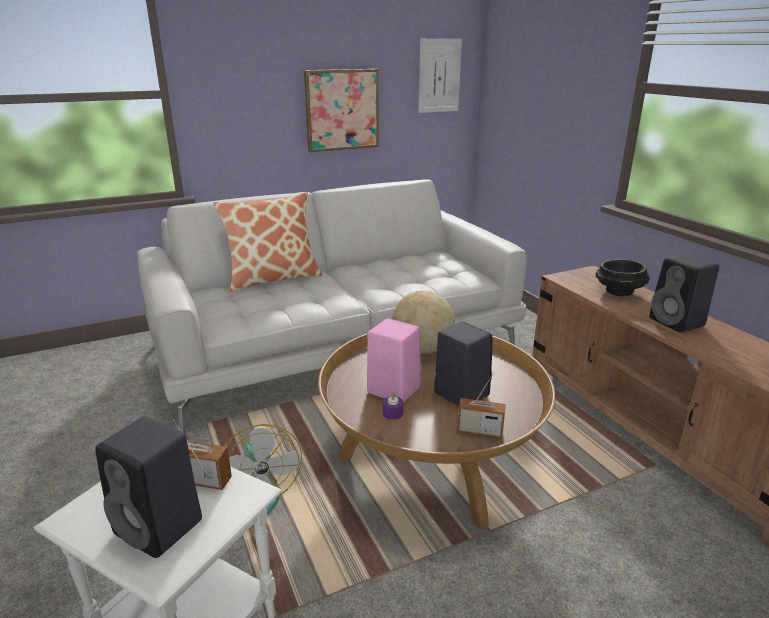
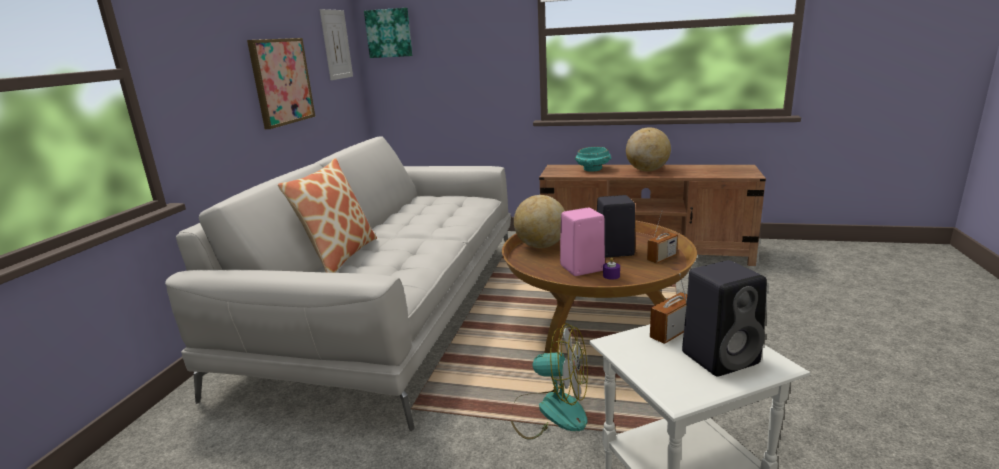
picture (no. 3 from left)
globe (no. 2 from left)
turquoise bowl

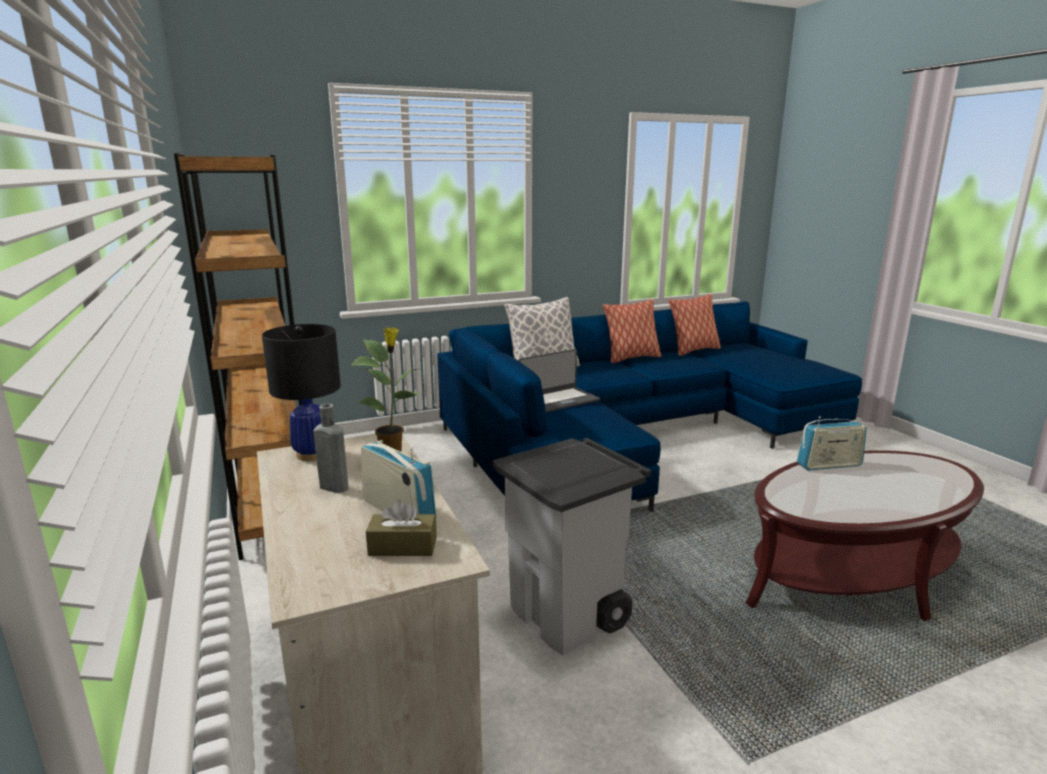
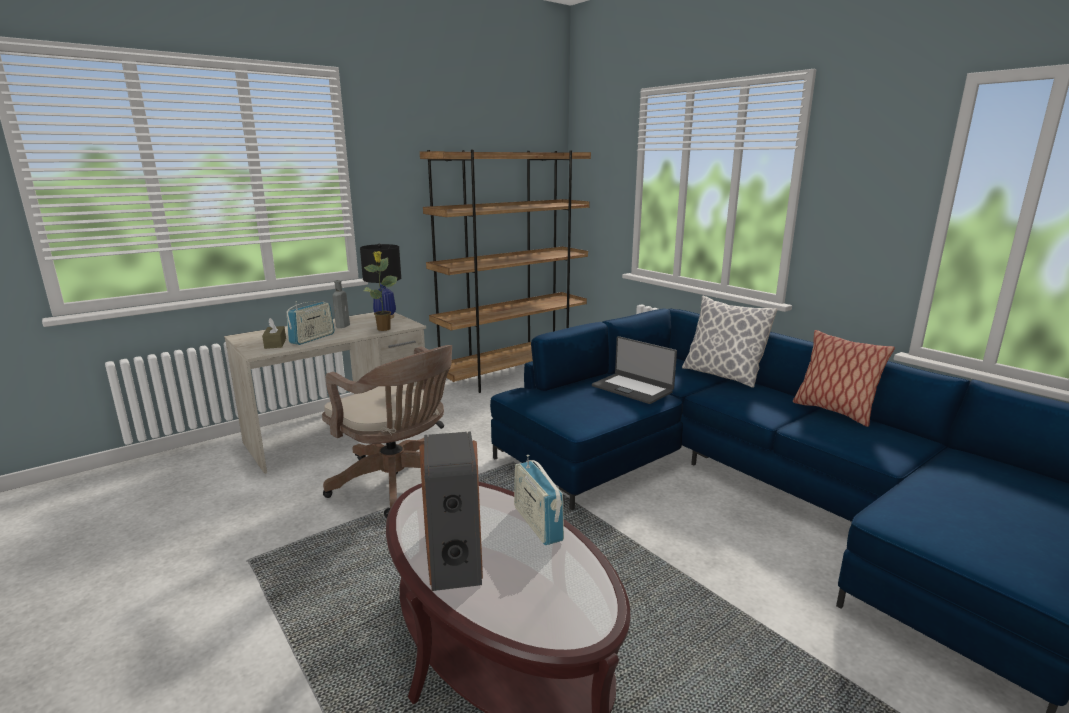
pillow (no. 3 from left in the first image)
speaker
brown office chair

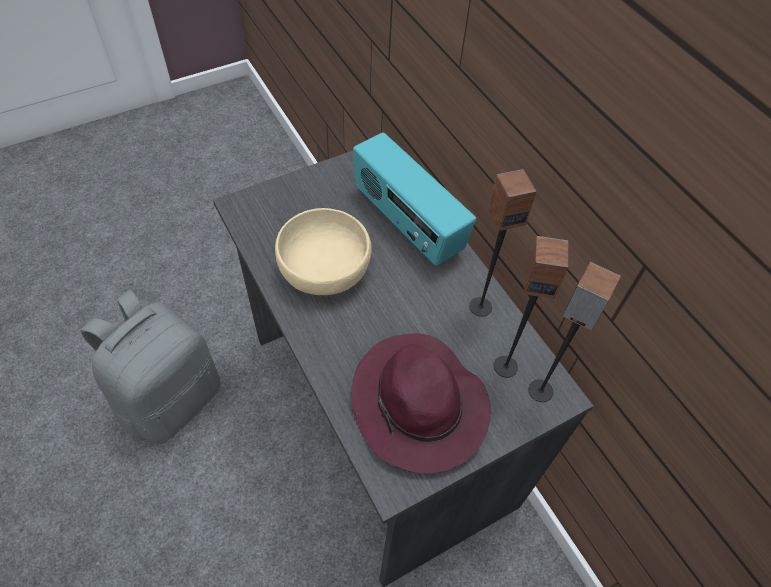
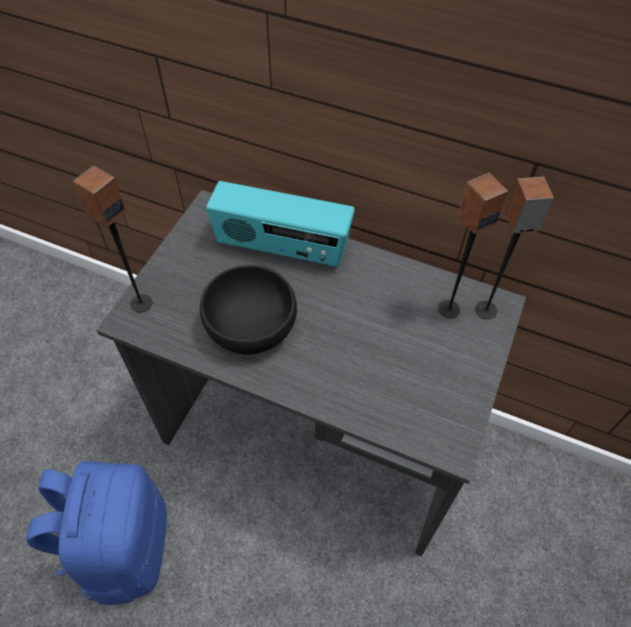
purple hat
speaker (no. 1 from left)
blue backpack
black bowl

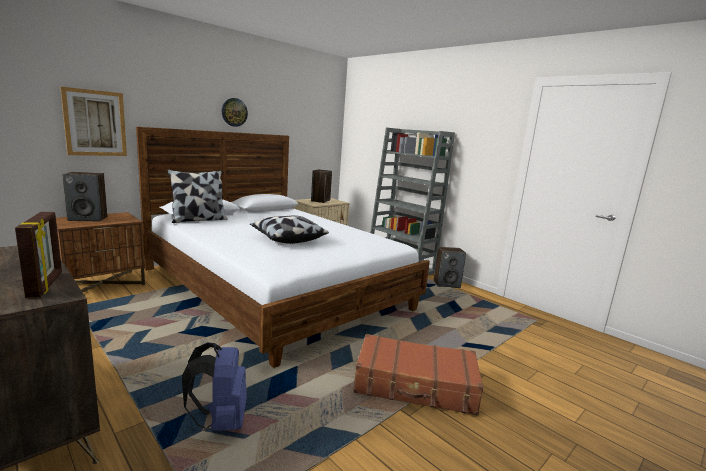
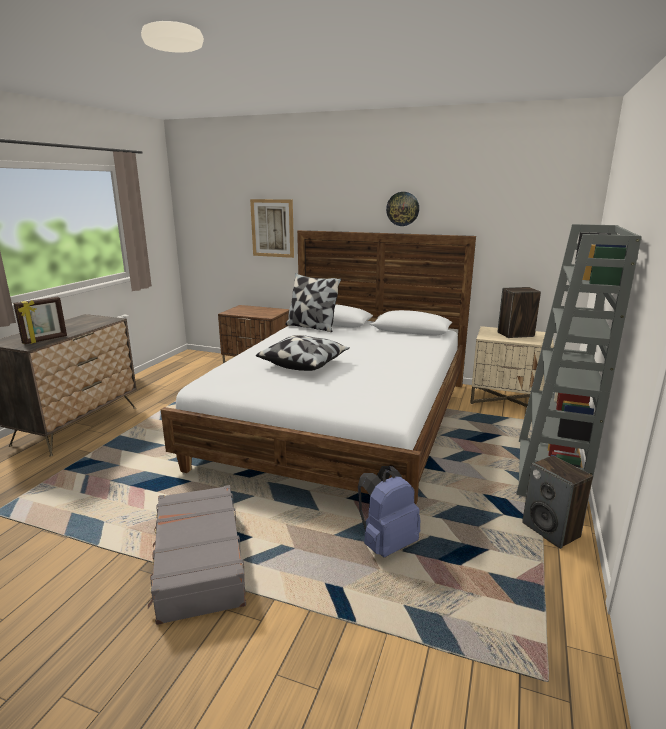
speaker (no. 1 from left in the first image)
blue backpack
grey suitcase

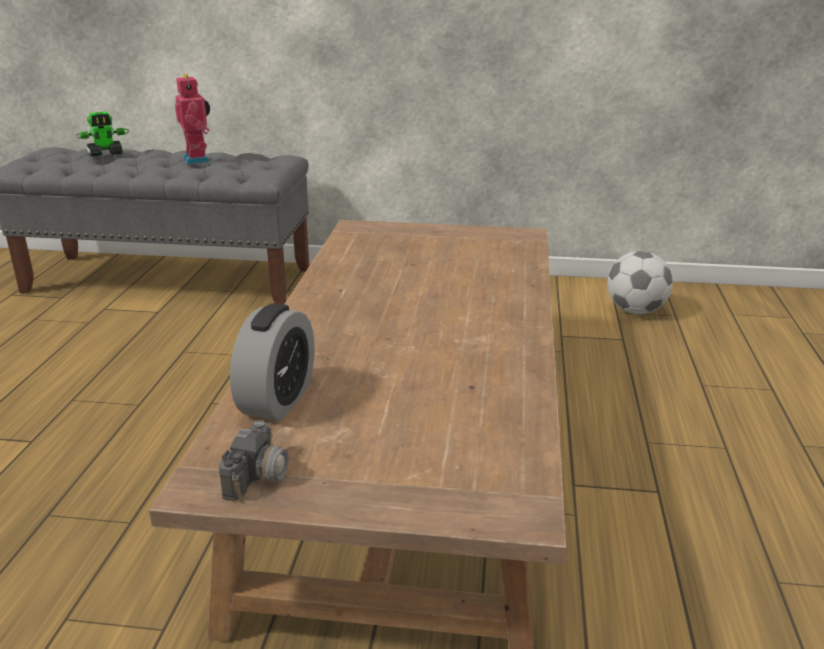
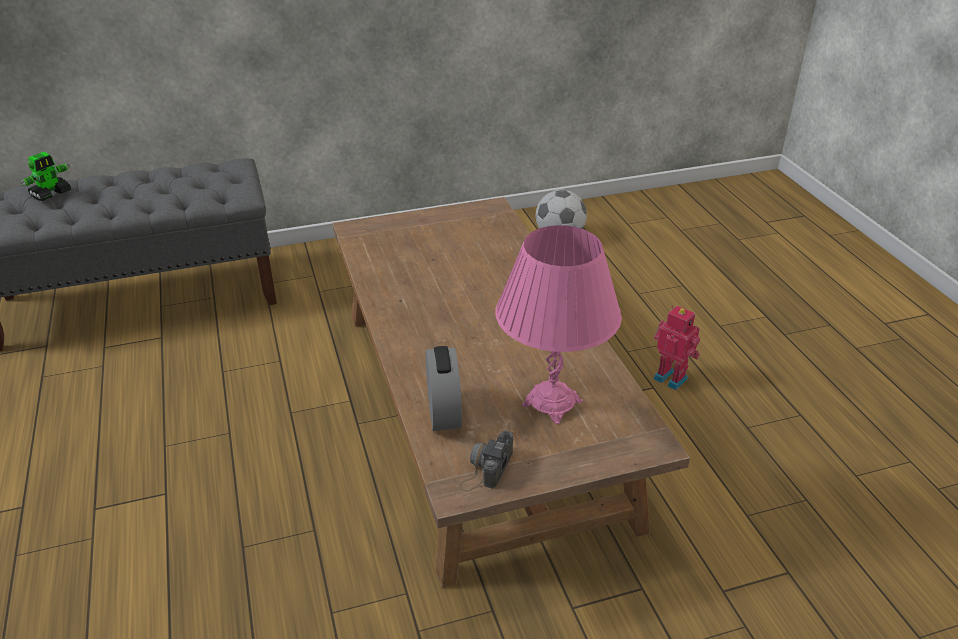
pink table lamp
toy robot (no. 2 from left)
photo camera

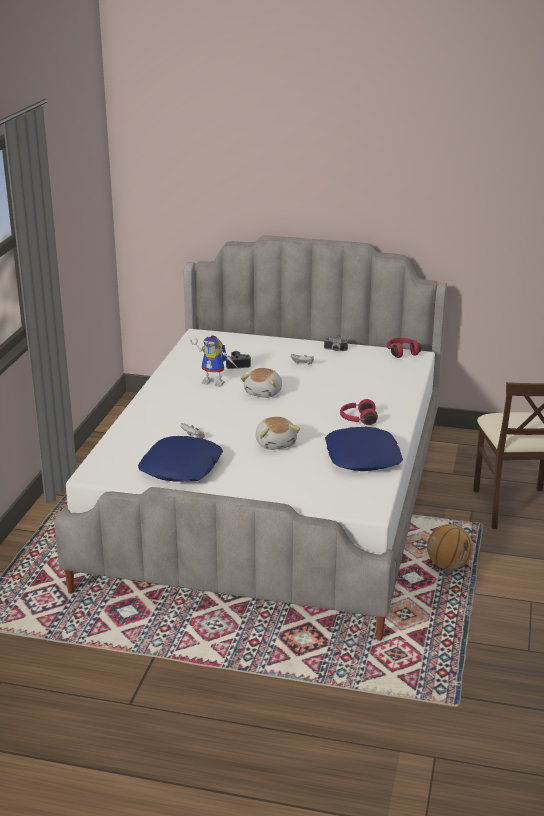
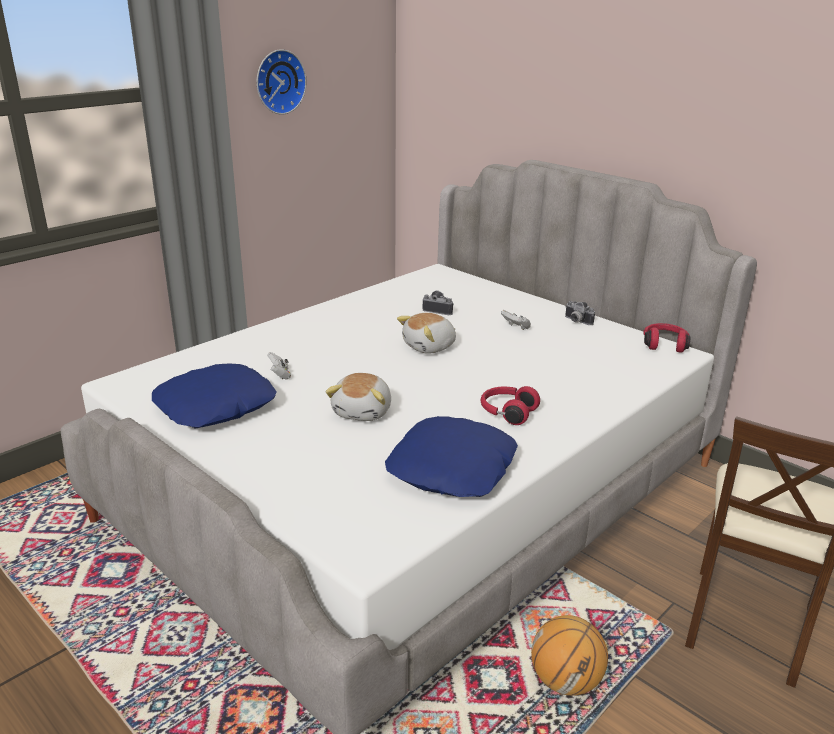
toy robot
wall clock

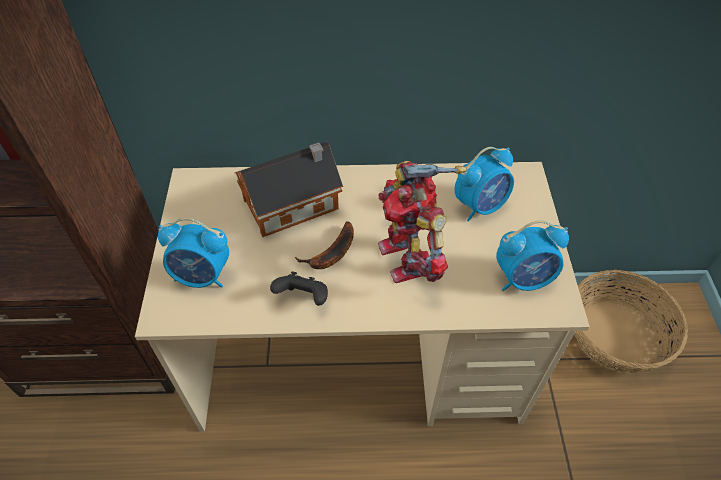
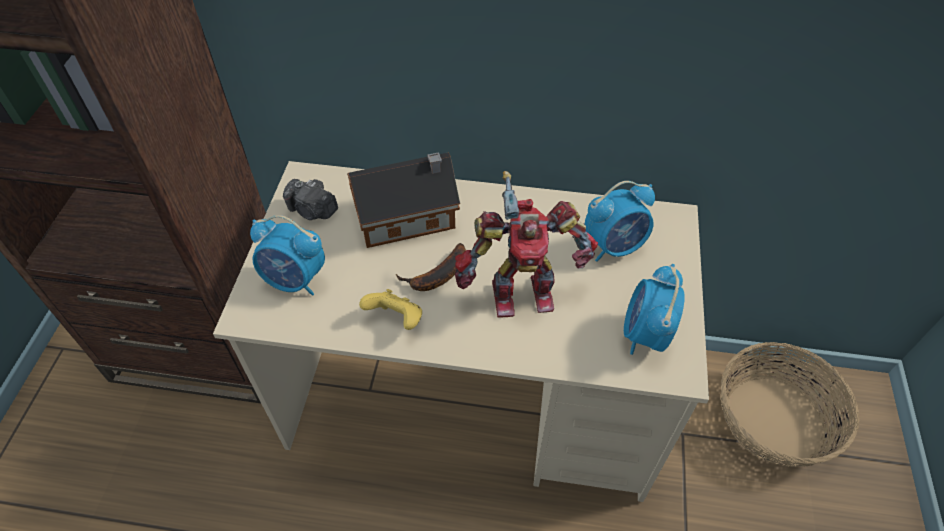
photo camera
yellow game controller
toy robot
alarm clock (no. 3 from left)

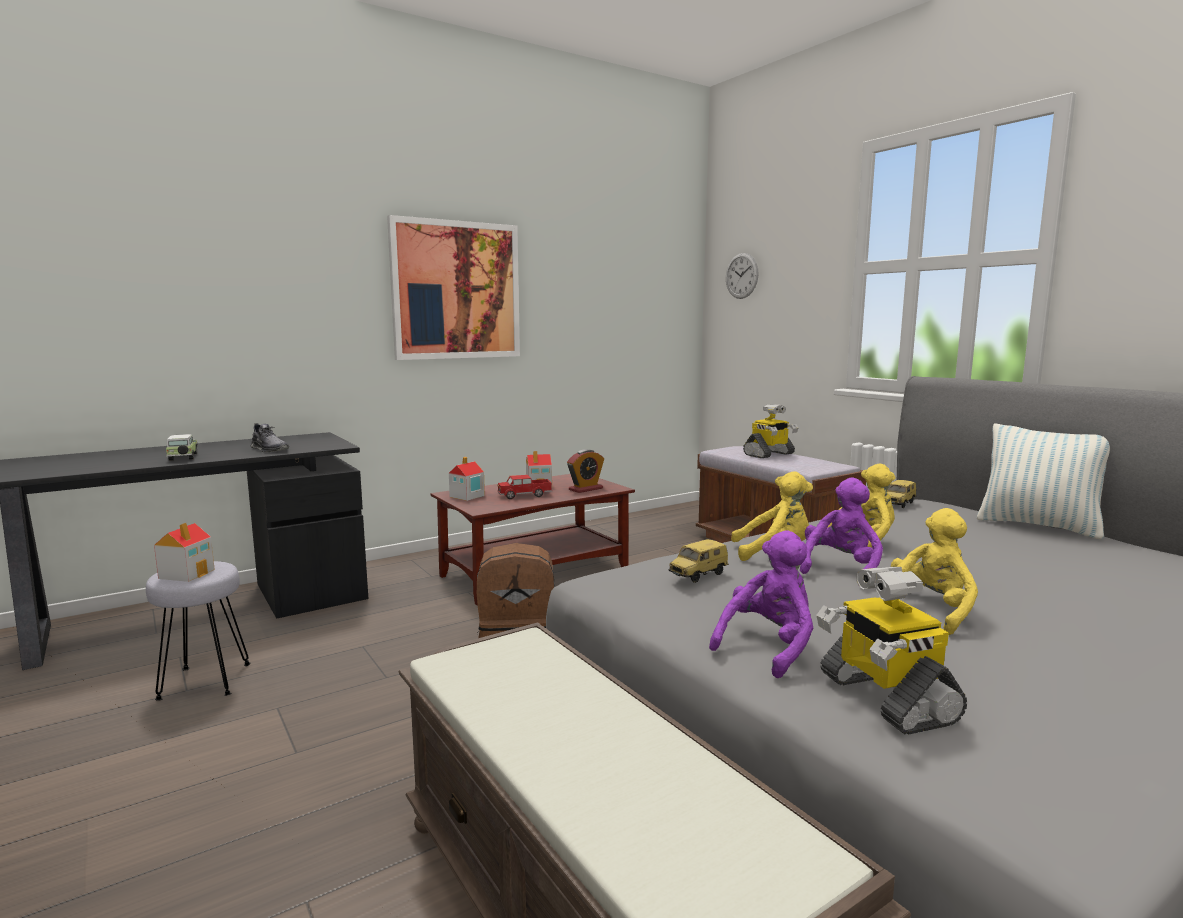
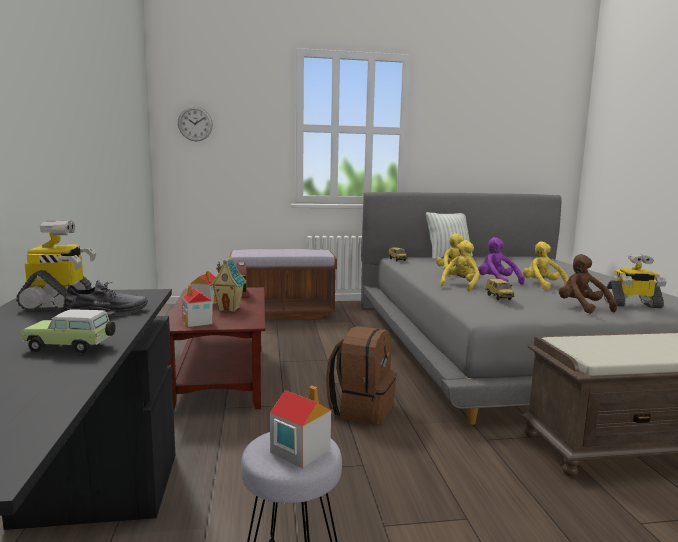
picture
toy robot (no. 1 from left)
toy house (no. 3 from left)
brown plush toy

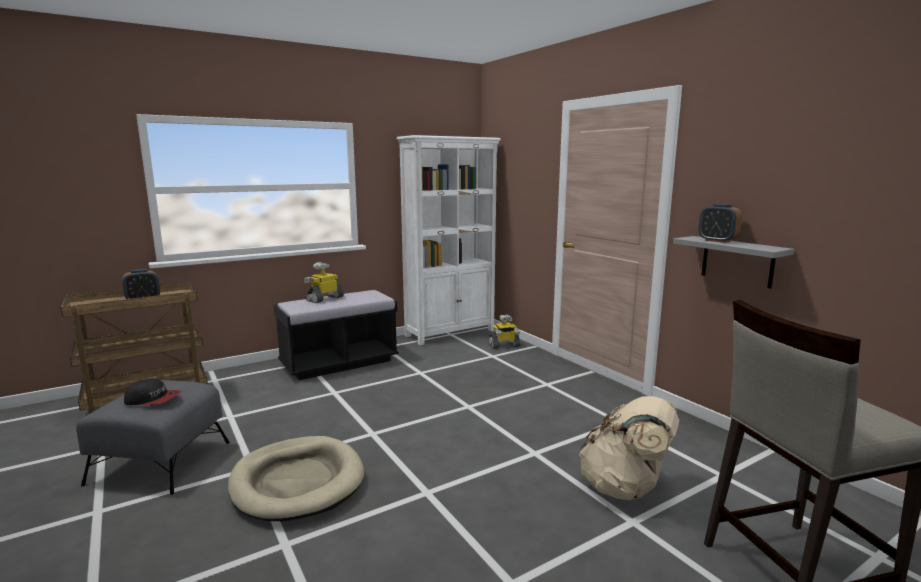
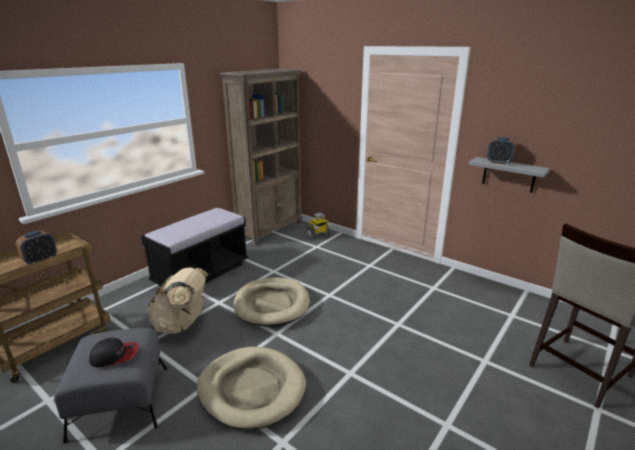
toy robot (no. 1 from left in the first image)
beige dog bed (no. 2 from left)
beige backpack
brown bookcase

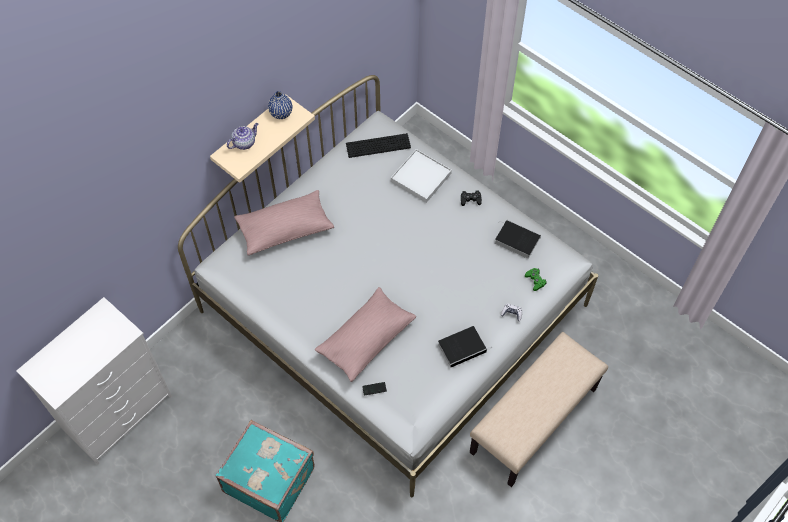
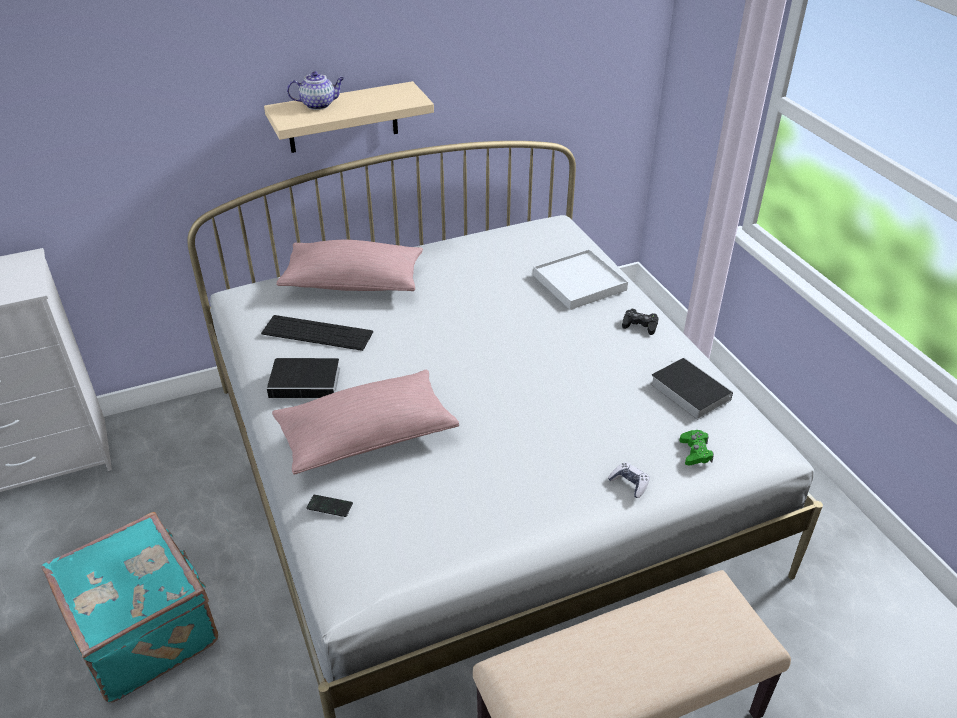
blue vase
keyboard
book (no. 1 from left)

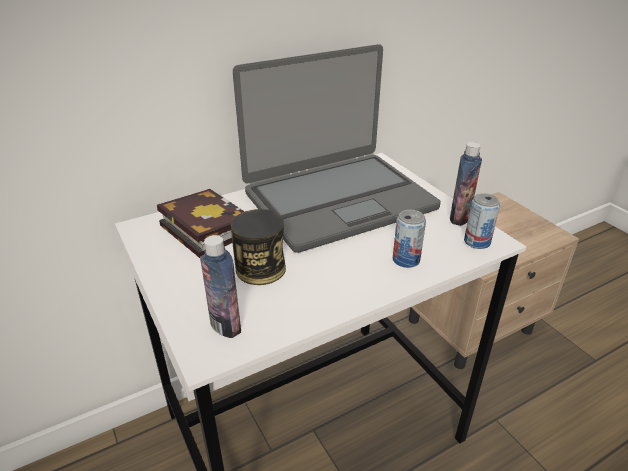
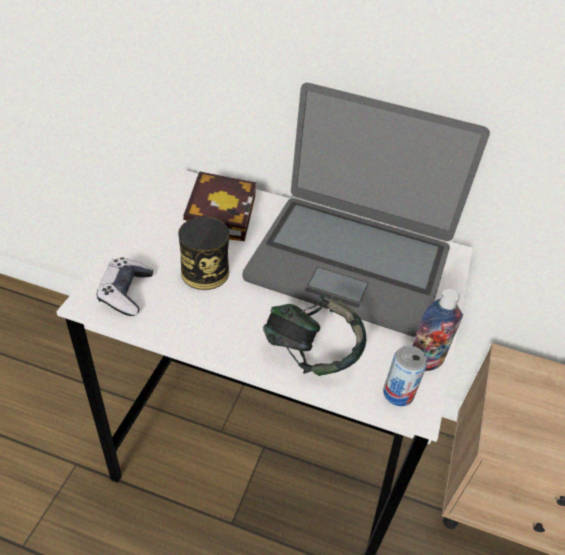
game controller
headphones

